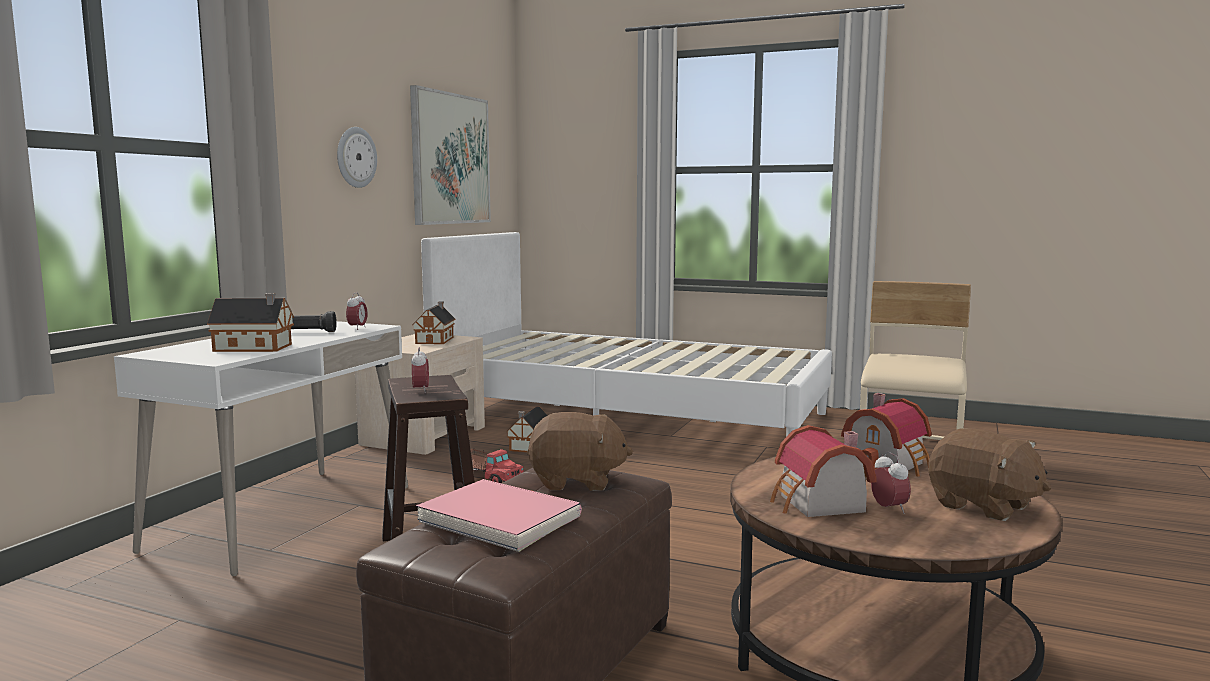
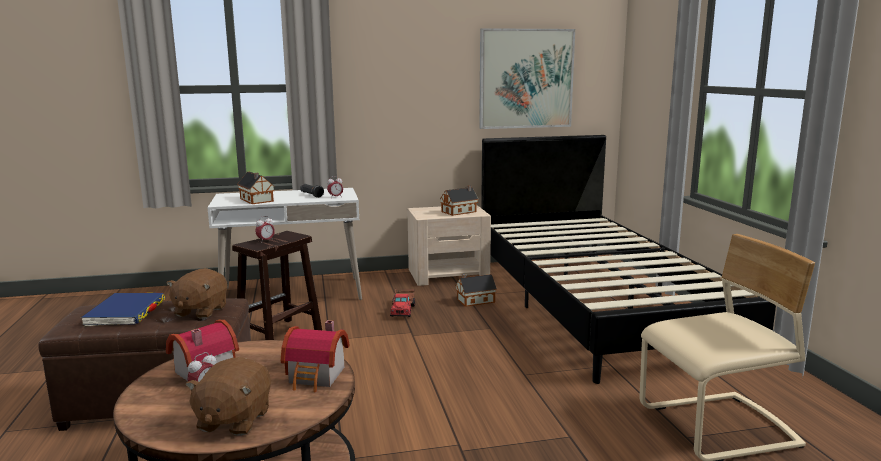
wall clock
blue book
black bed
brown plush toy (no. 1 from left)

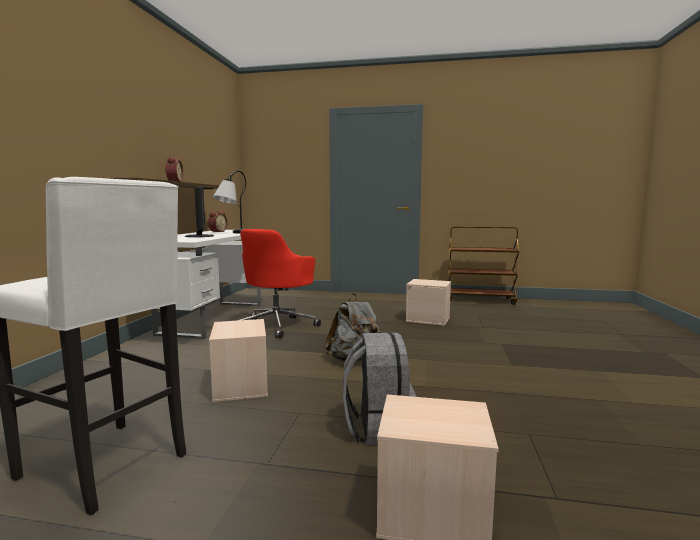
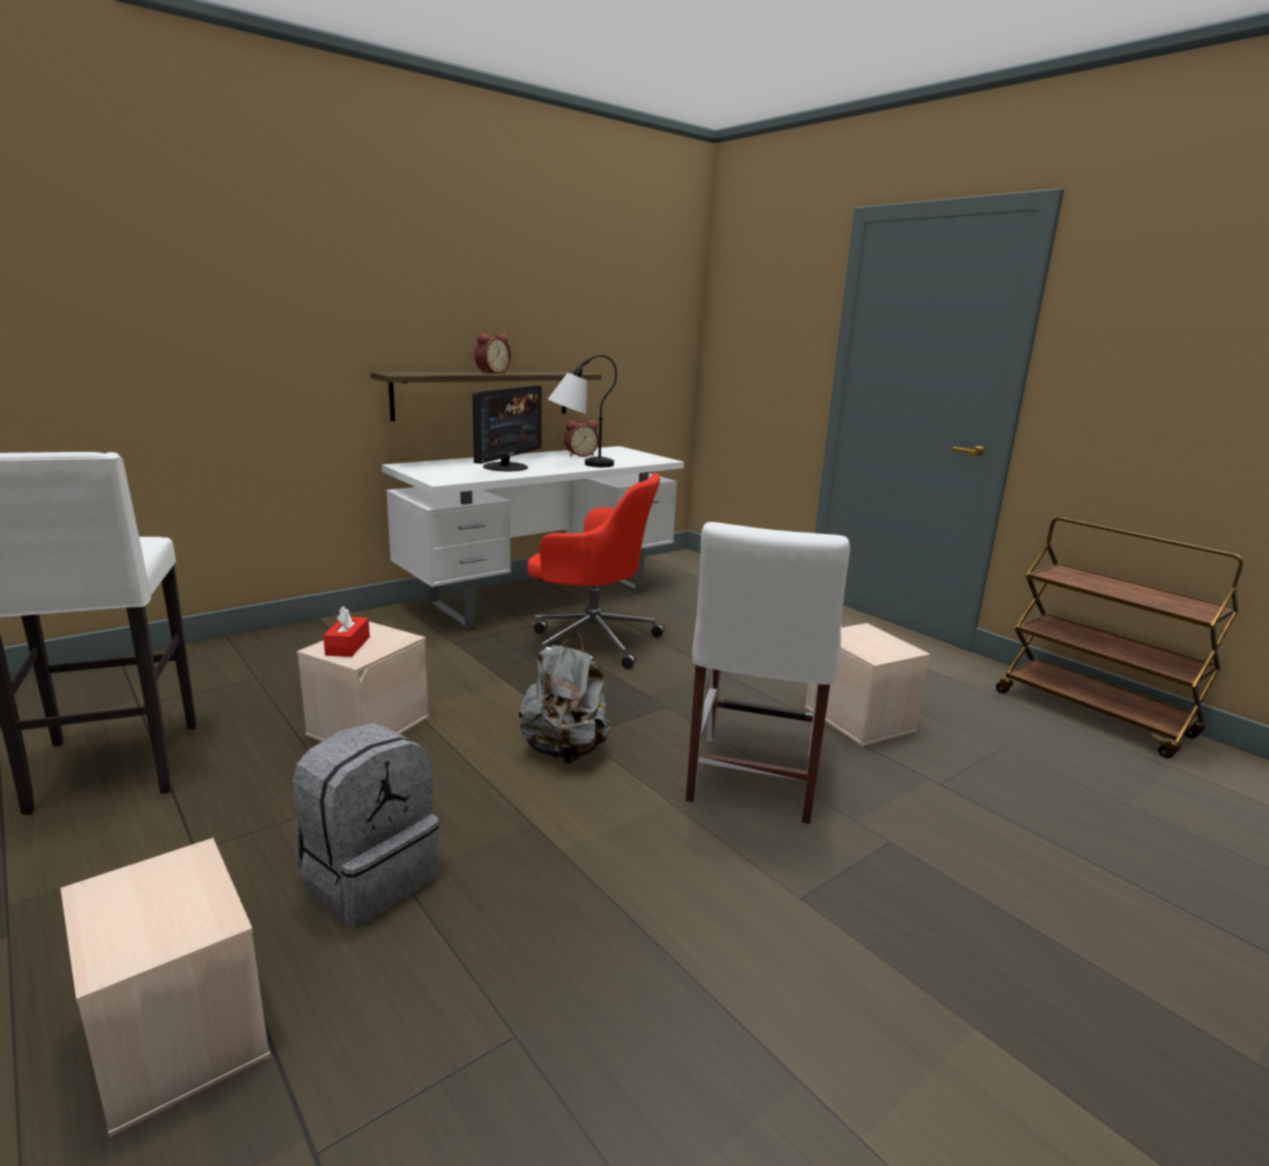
red tissue box
white chair
red office chair

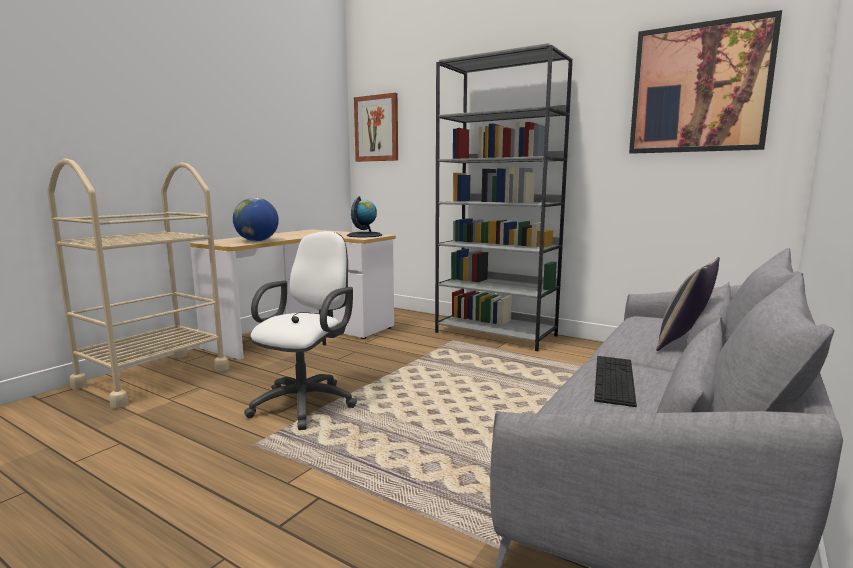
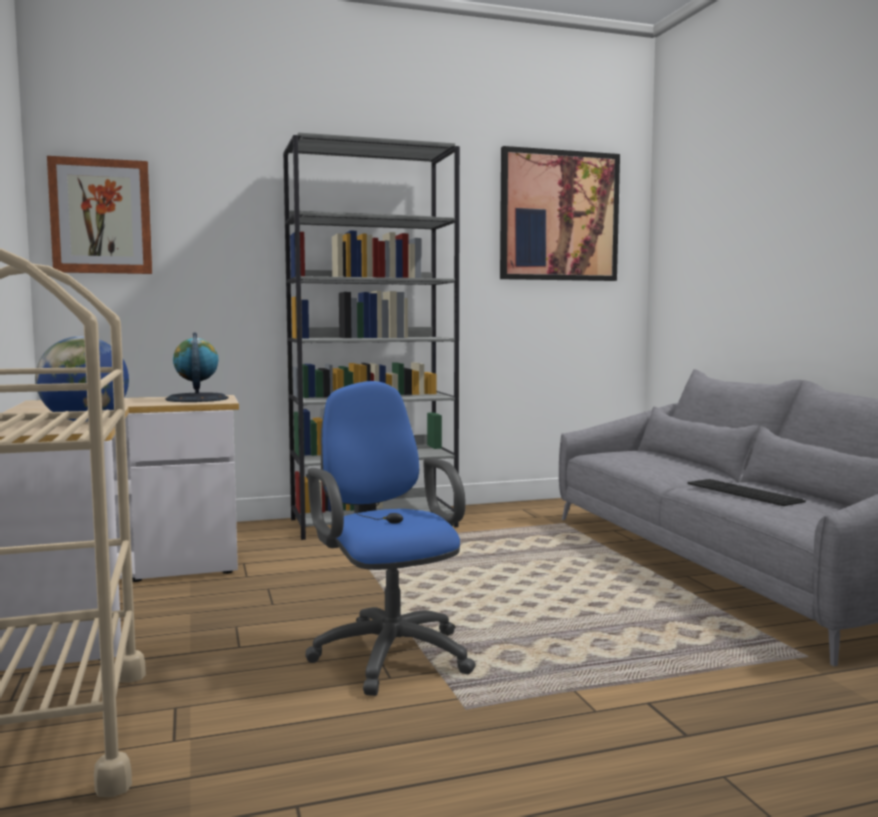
pillow
blue office chair

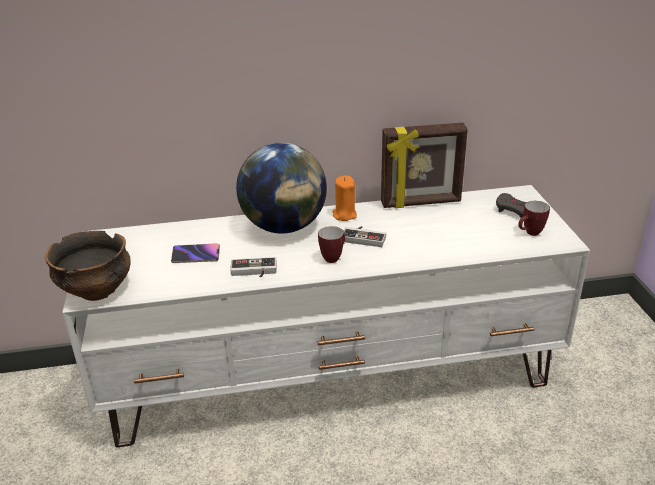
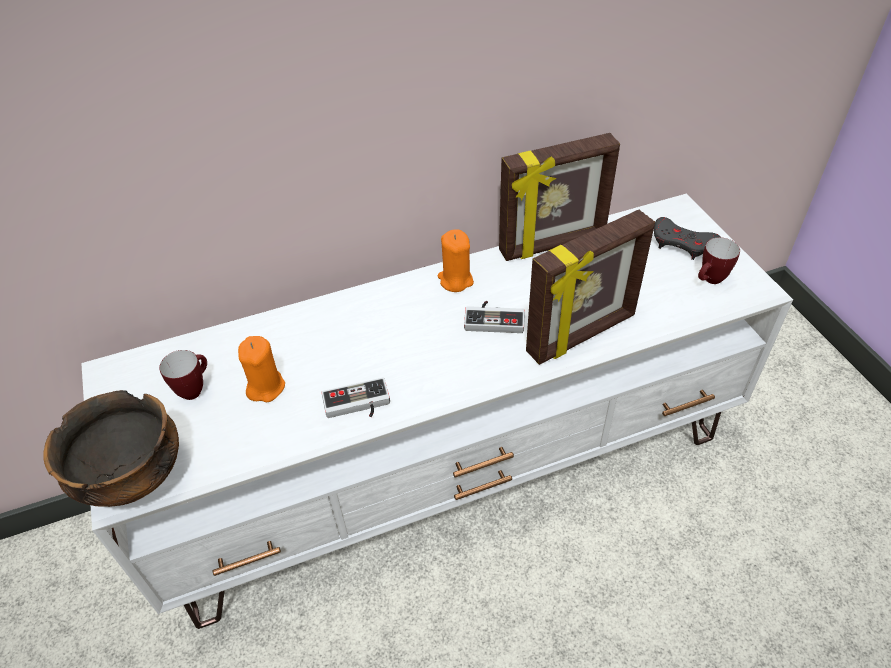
globe
picture frame (no. 2 from left)
mug (no. 1 from left)
orange candle (no. 1 from left)

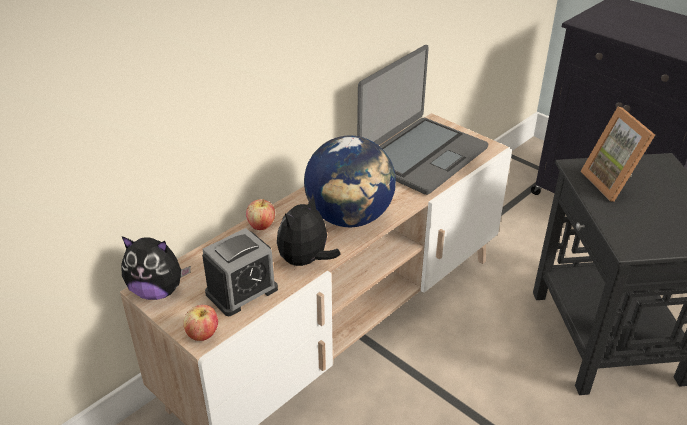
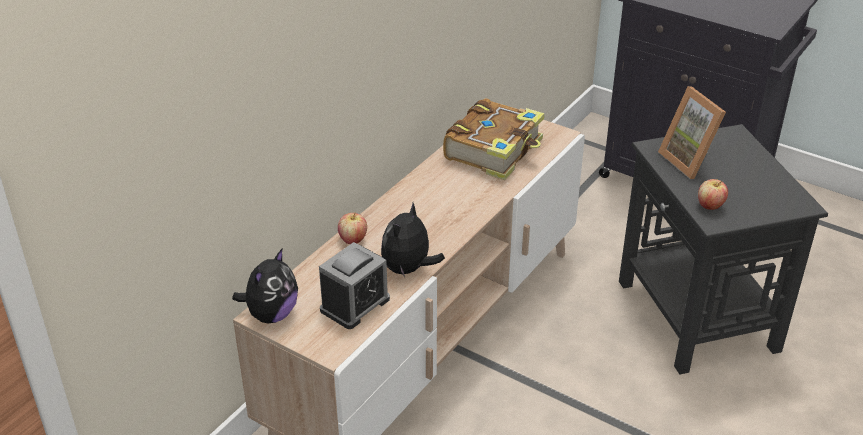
globe
apple (no. 2 from left)
book
plush toy (no. 1 from left)

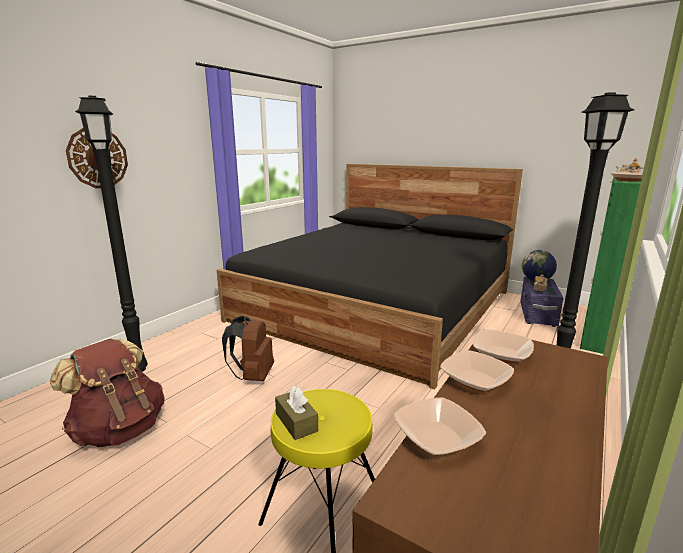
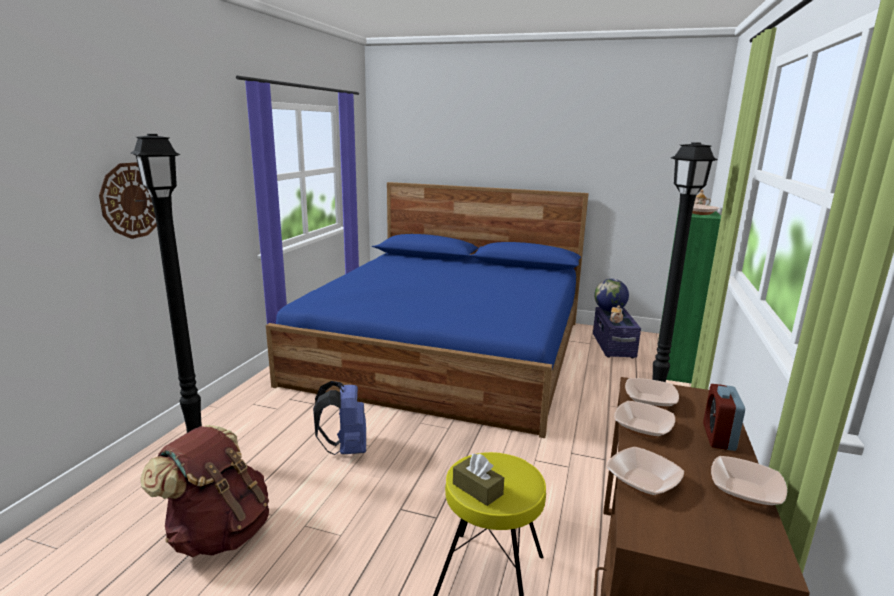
alarm clock
bowl (no. 5 from left)
blue bed
blue backpack

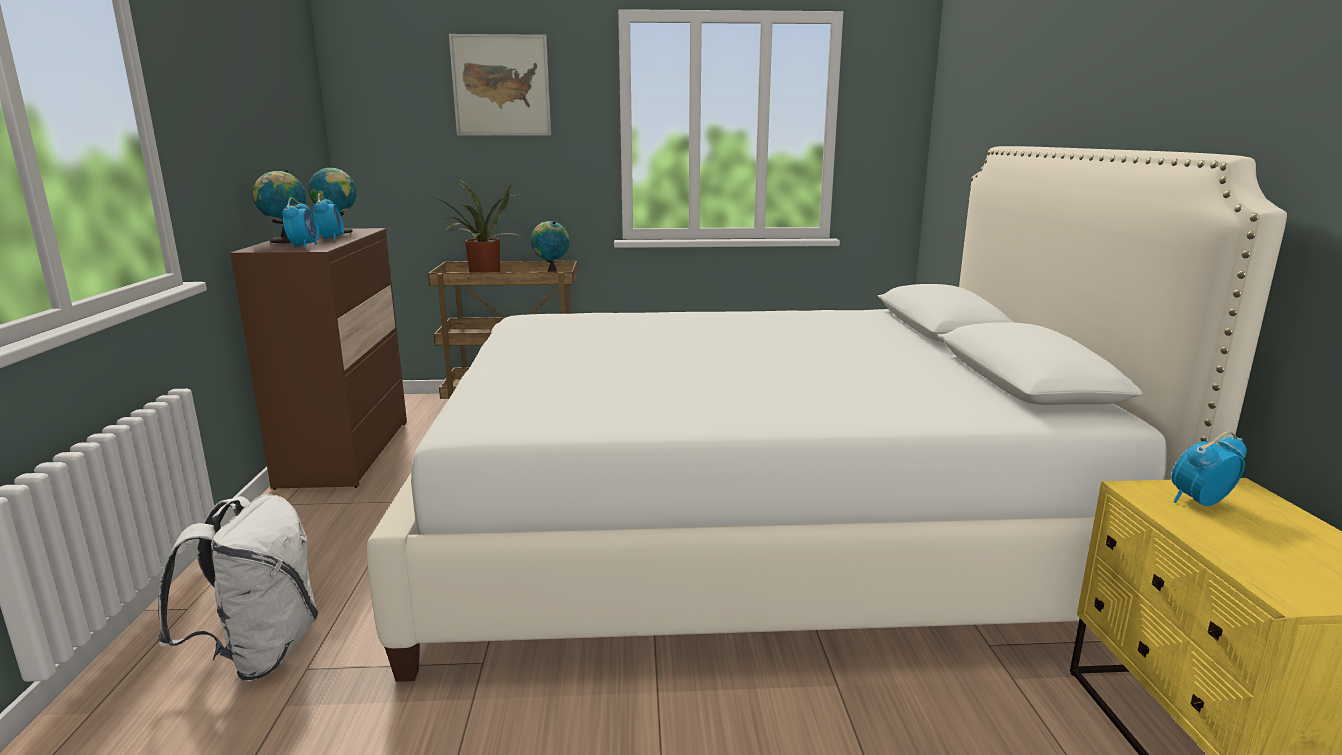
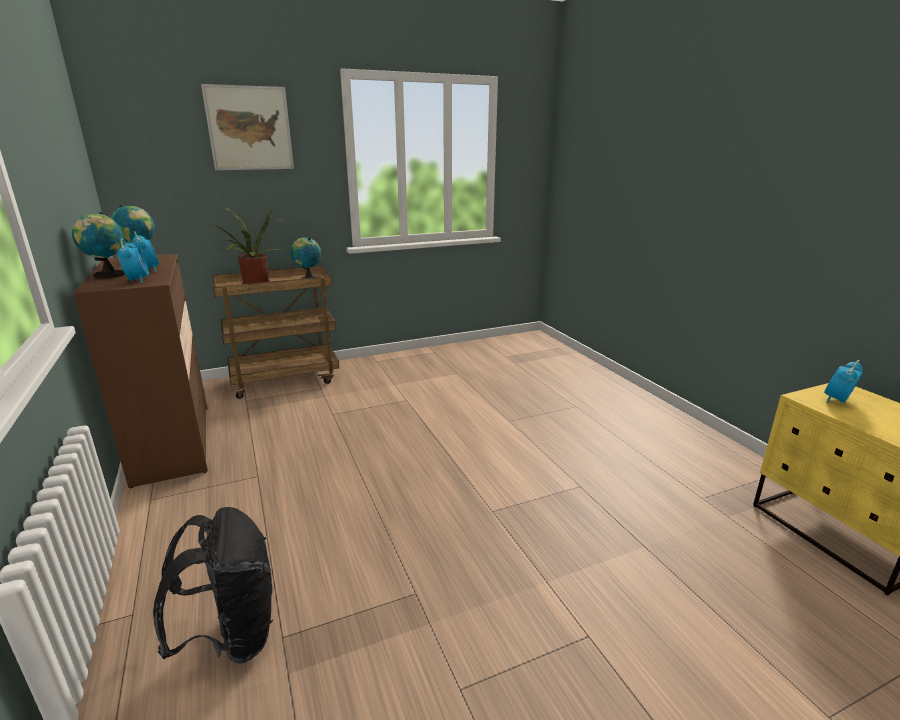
white bed
black backpack

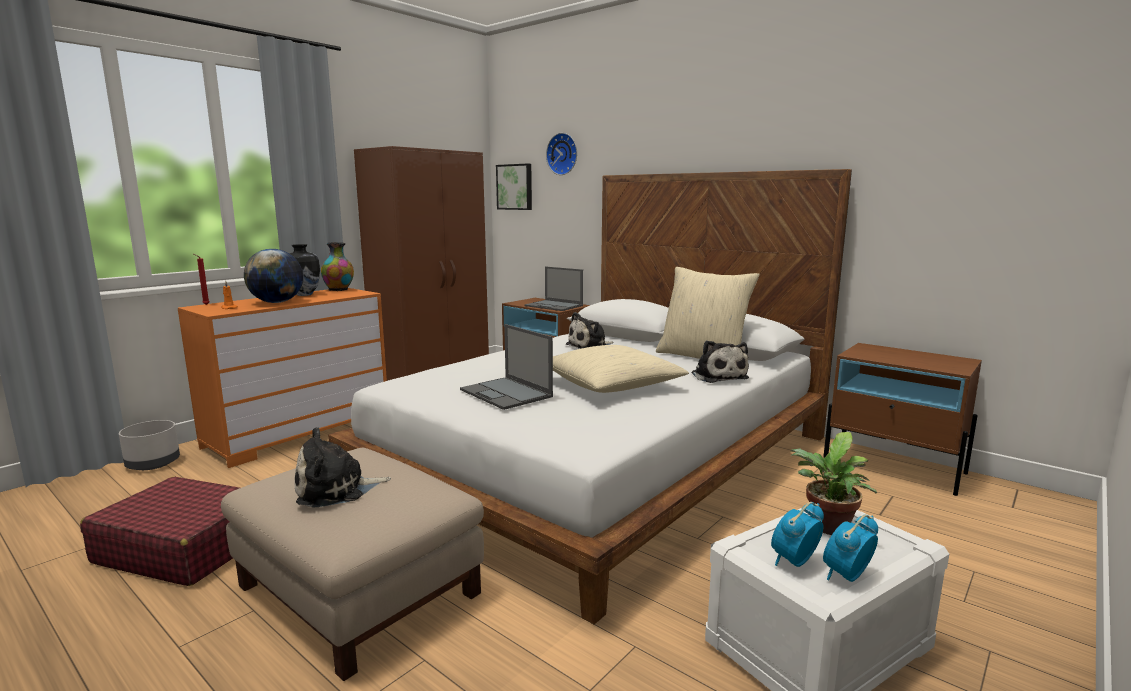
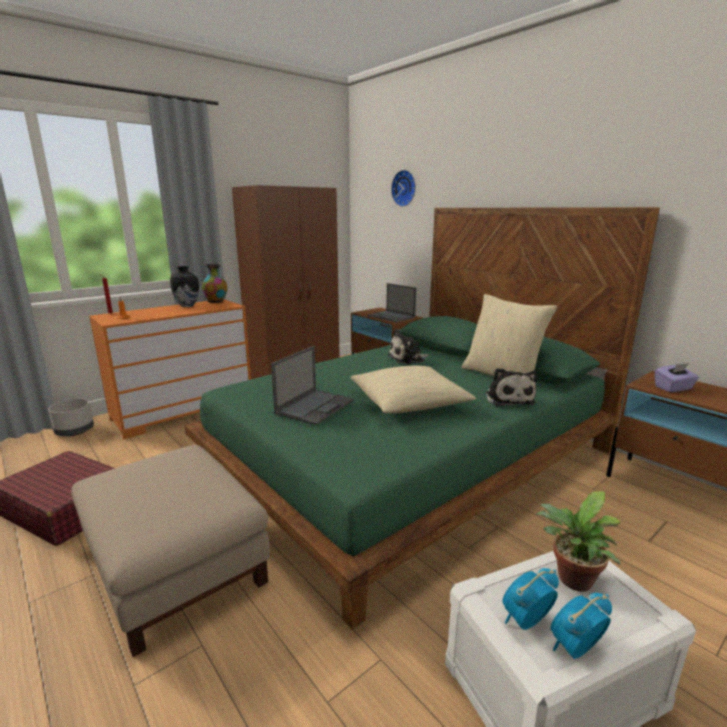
globe
plush toy (no. 1 from left in the first image)
picture
purple tissue box
green bed
laptop (no. 1 from left)

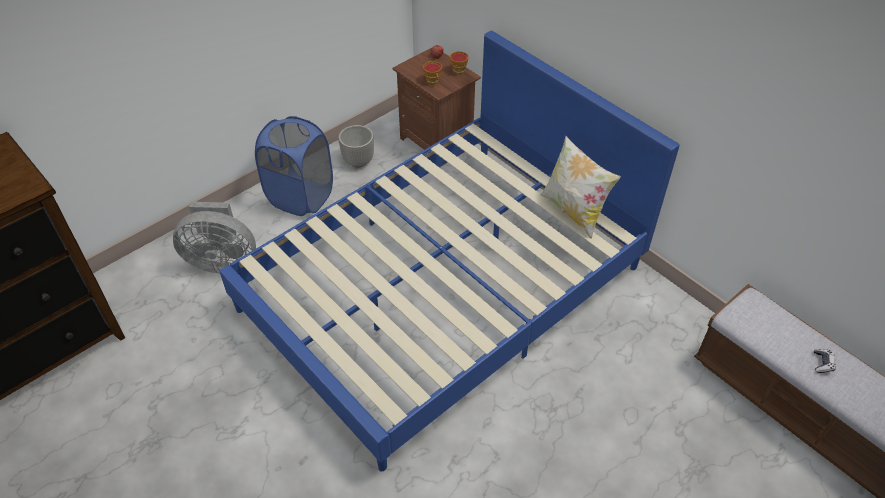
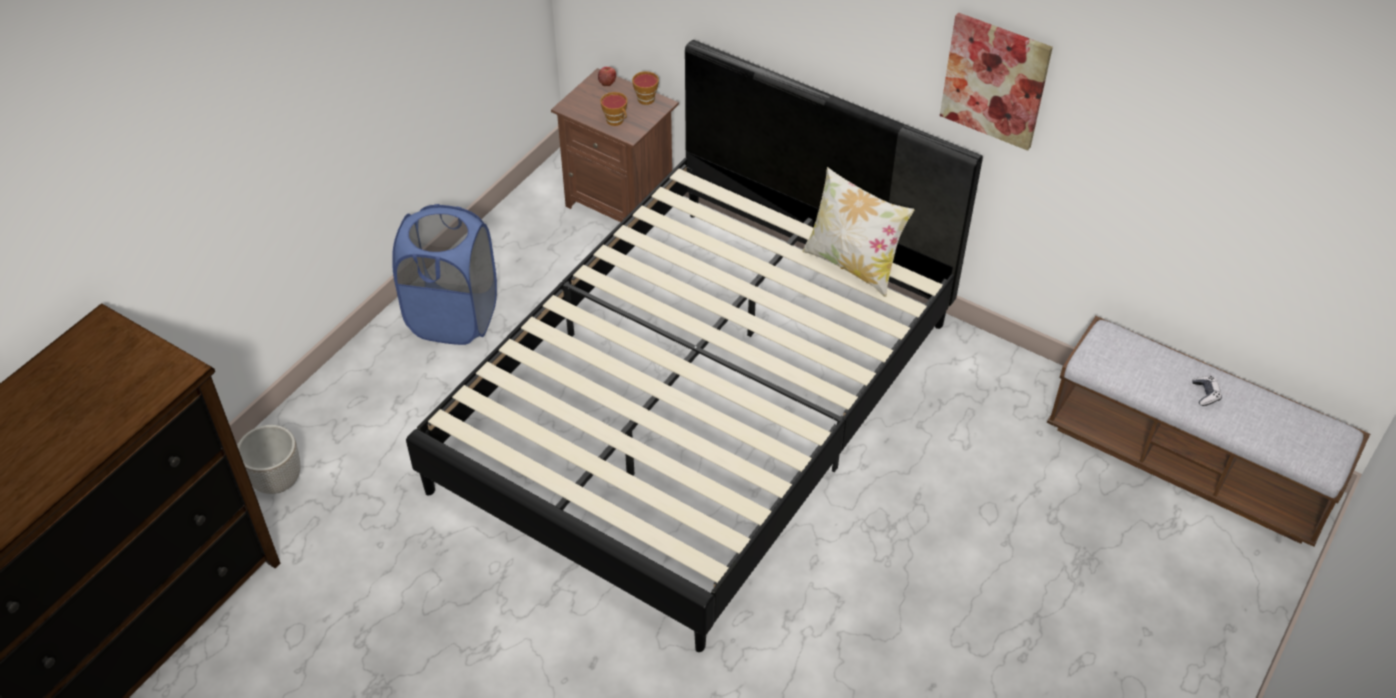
grey fan
picture
planter
black bed

